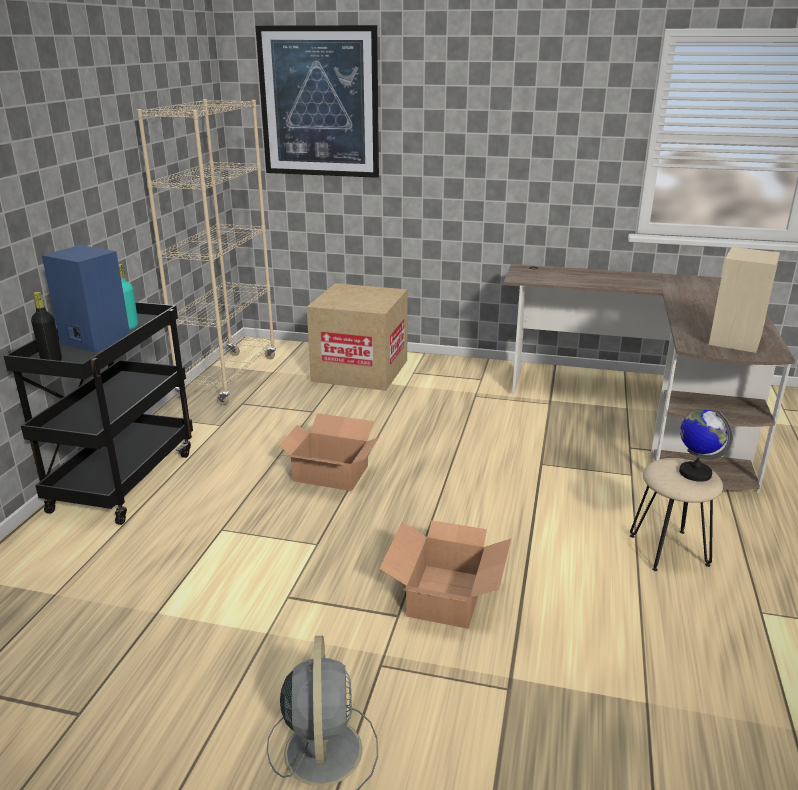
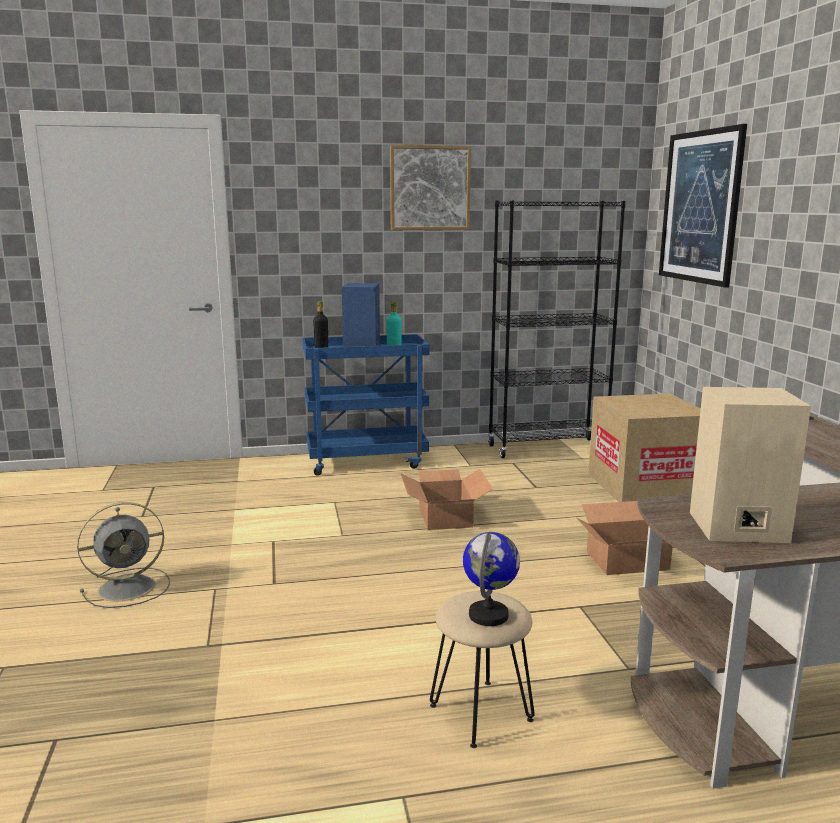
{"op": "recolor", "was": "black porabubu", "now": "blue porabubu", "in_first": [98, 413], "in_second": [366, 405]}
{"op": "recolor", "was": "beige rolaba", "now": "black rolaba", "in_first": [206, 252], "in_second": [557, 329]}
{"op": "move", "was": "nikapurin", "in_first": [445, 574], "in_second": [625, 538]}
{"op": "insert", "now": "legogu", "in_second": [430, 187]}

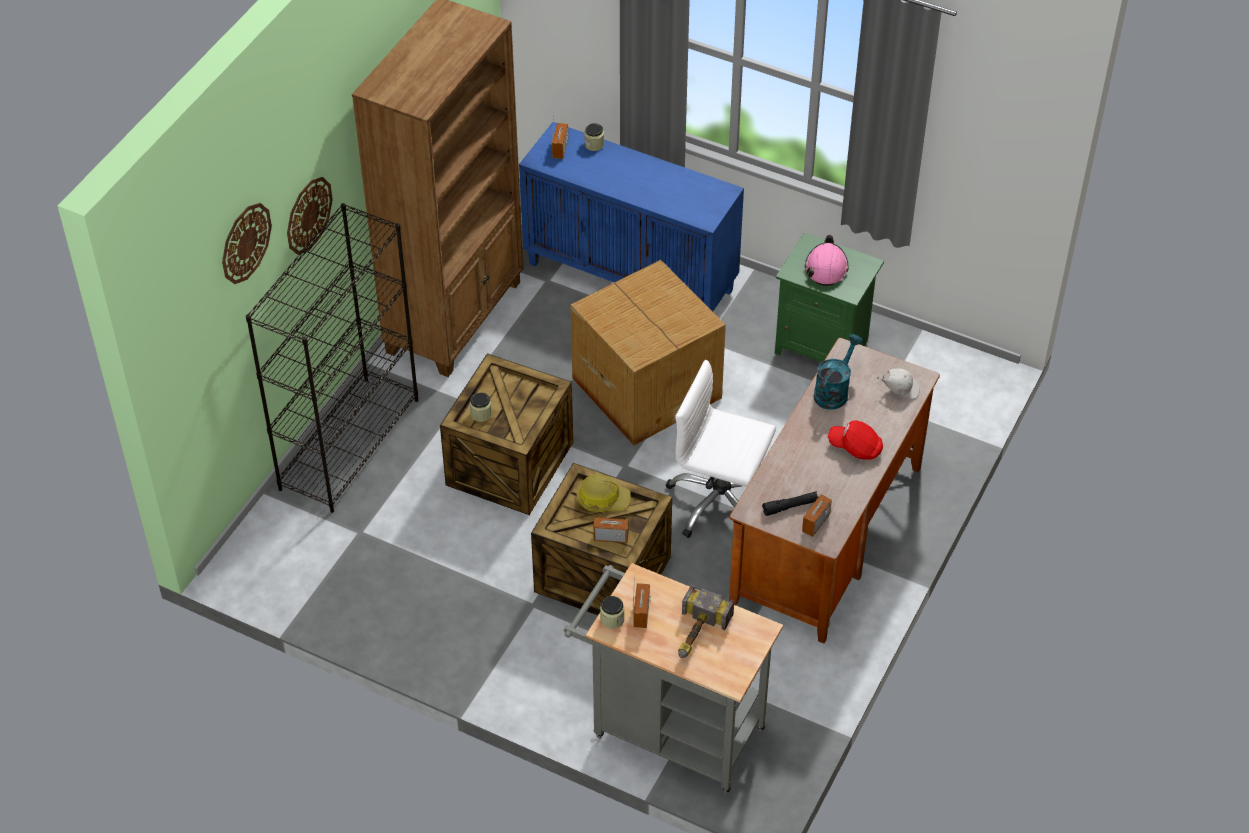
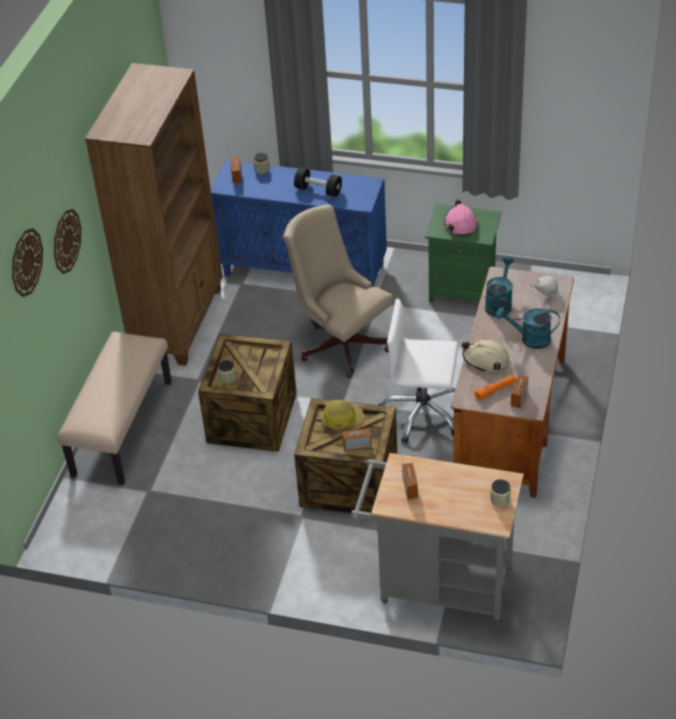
{"op": "replace", "was": "black rolaba", "now": "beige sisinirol", "in_first": [332, 358], "in_second": [115, 408]}
{"op": "replace", "was": "nikapurin", "now": "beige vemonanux", "in_first": [648, 352], "in_second": [338, 291]}
{"op": "move", "was": "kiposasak", "in_first": [612, 612], "in_second": [501, 493]}
{"op": "delete", "was": "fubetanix", "in_first": [706, 621]}
{"op": "recolor", "was": "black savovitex", "now": "orange savovitex", "in_first": [790, 503], "in_second": [495, 387]}
{"op": "replace", "was": "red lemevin", "now": "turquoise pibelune", "in_first": [855, 440], "in_second": [528, 328]}
{"op": "insert", "now": "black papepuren", "in_second": [318, 182]}
{"op": "insert", "now": "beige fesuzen", "in_second": [486, 356]}

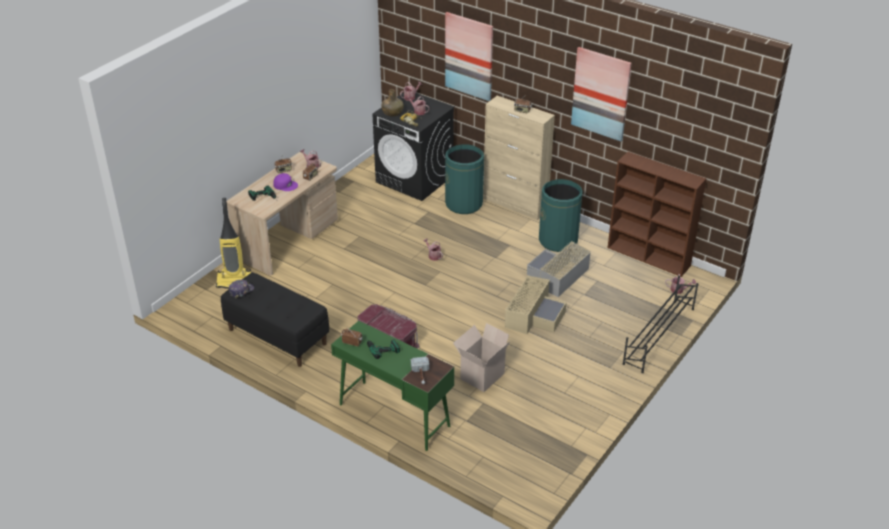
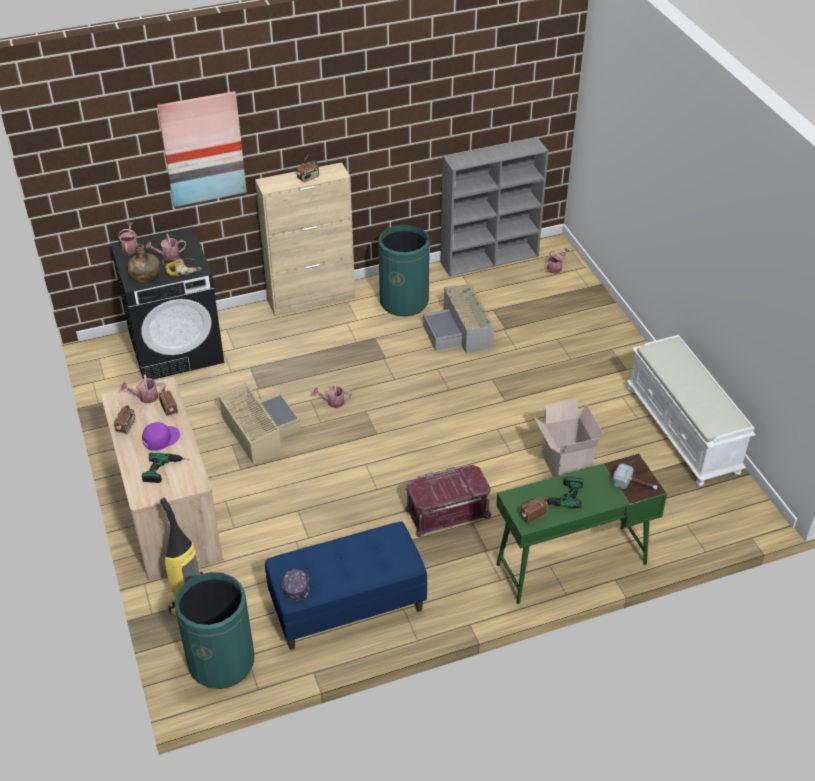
{"op": "recolor", "was": "black sisinirol", "now": "blue sisinirol", "in_first": [275, 319], "in_second": [346, 586]}
{"op": "move", "was": "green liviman", "in_first": [464, 179], "in_second": [214, 630]}
{"op": "move", "was": "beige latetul", "in_first": [536, 304], "in_second": [259, 423]}
{"op": "delete", "was": "legogu", "in_first": [601, 94]}
{"op": "recolor", "was": "brown rolaba", "now": "grey rolaba", "in_first": [657, 214], "in_second": [494, 207]}
{"op": "delete", "was": "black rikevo", "in_first": [660, 324]}
{"op": "insert", "now": "white sisinirol", "in_second": [691, 410]}

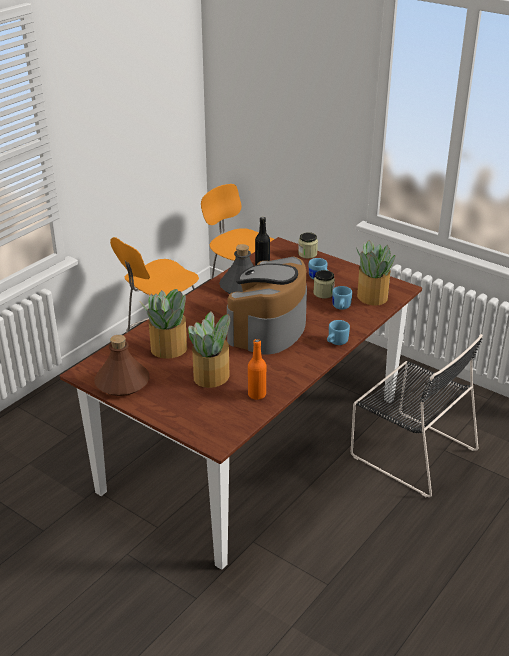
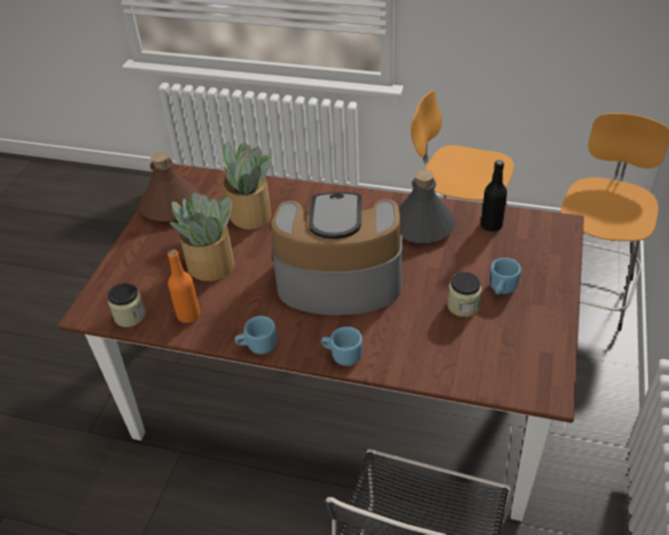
{"op": "move", "was": "kiposasak", "in_first": [308, 245], "in_second": [127, 305]}
{"op": "move", "was": "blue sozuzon", "in_first": [342, 298], "in_second": [256, 335]}
{"op": "delete", "was": "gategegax", "in_first": [376, 273]}

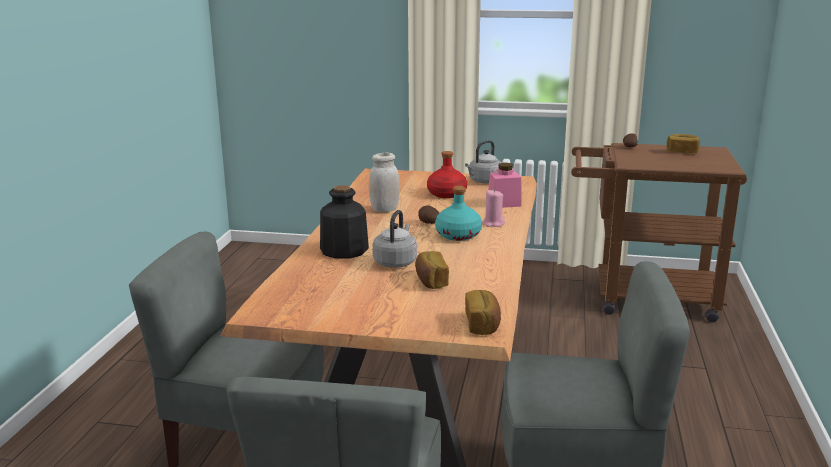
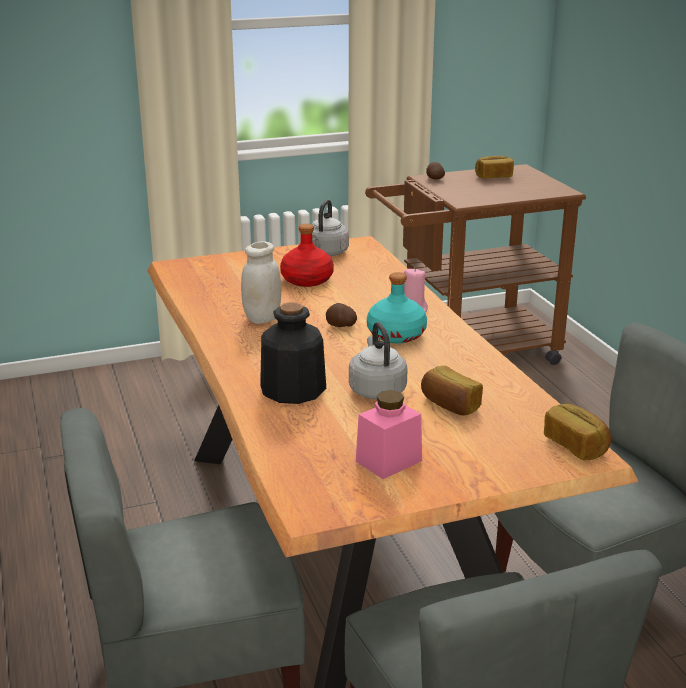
{"op": "move", "was": "pink kiposasak", "in_first": [504, 185], "in_second": [389, 434]}

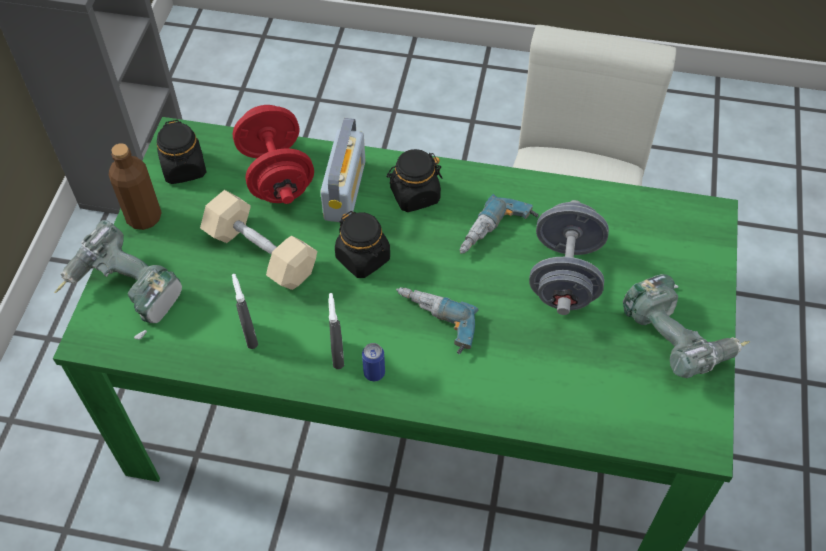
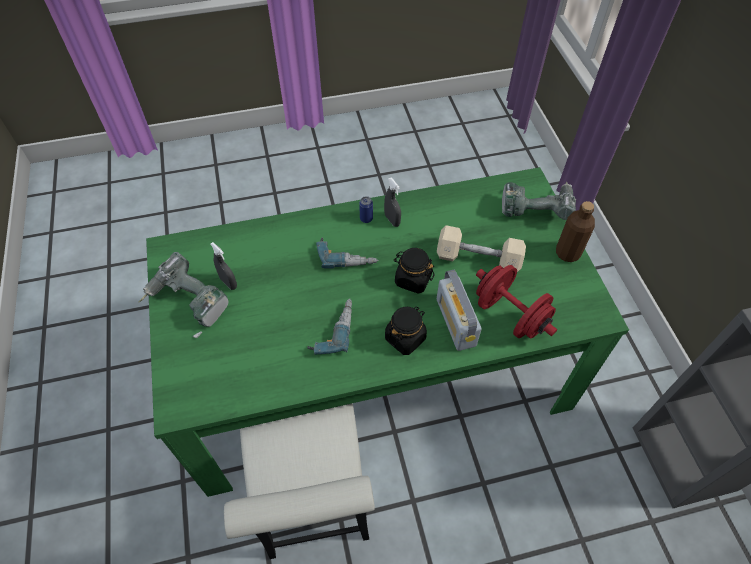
{"op": "delete", "was": "black kiposasak", "in_first": [182, 152]}
{"op": "move", "was": "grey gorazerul", "in_first": [245, 311], "in_second": [224, 266]}
{"op": "delete", "was": "grey papepuren", "in_first": [569, 257]}

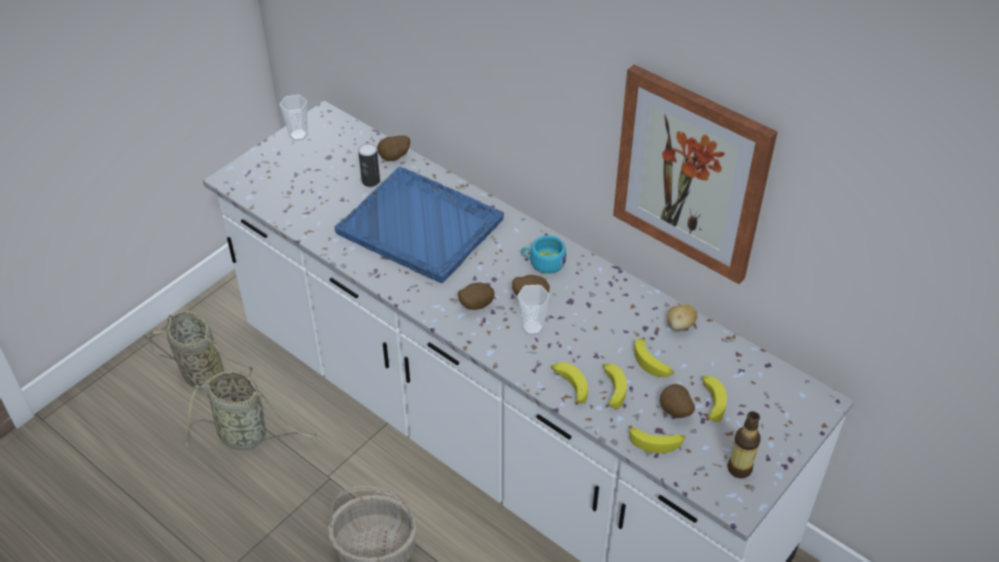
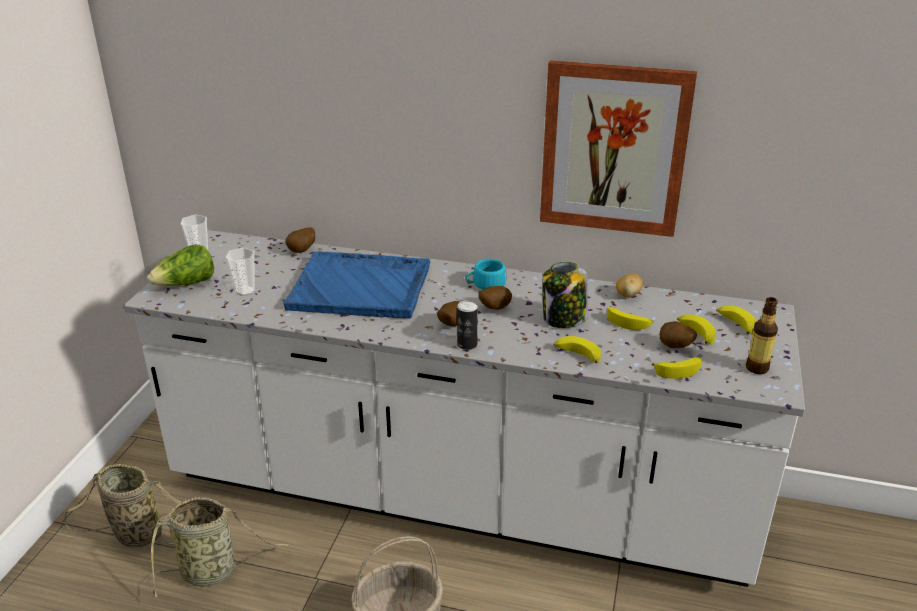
{"op": "move", "was": "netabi", "in_first": [369, 165], "in_second": [467, 325]}
{"op": "move", "was": "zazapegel", "in_first": [533, 310], "in_second": [240, 272]}
{"op": "move", "was": "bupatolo", "in_first": [615, 386], "in_second": [736, 320]}
{"op": "insert", "now": "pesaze", "in_second": [180, 265]}
{"op": "insert", "now": "kiposasak", "in_second": [565, 295]}

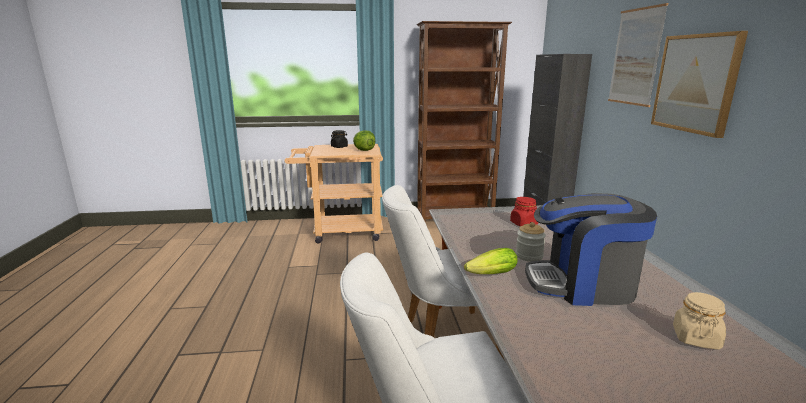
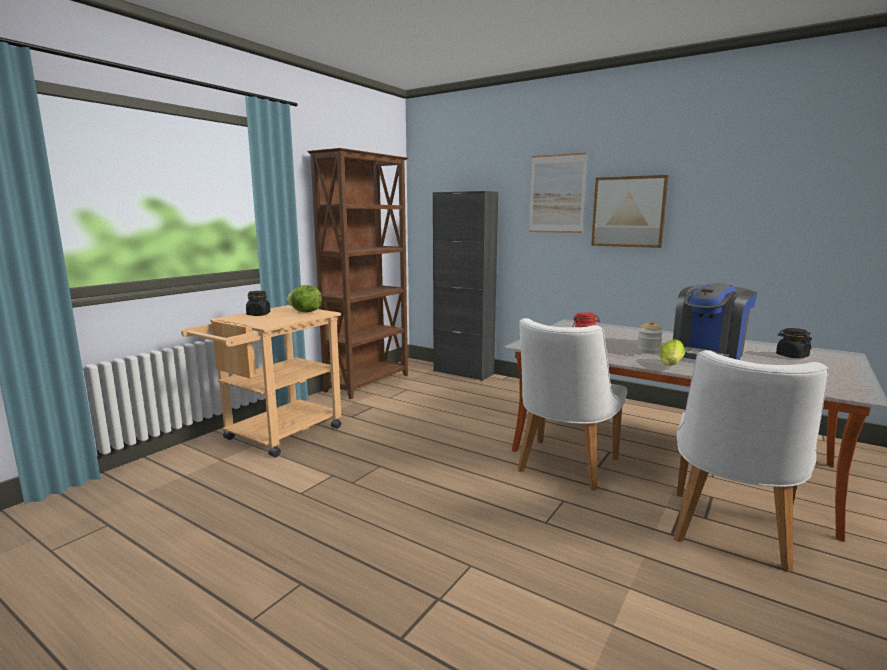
{"op": "recolor", "was": "beige kiposasak", "now": "black kiposasak", "in_first": [699, 321], "in_second": [794, 343]}

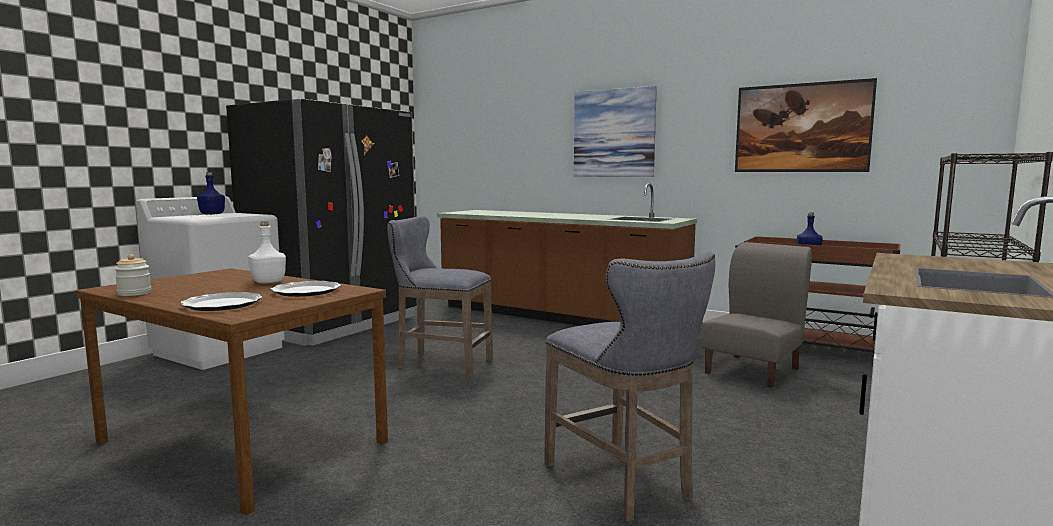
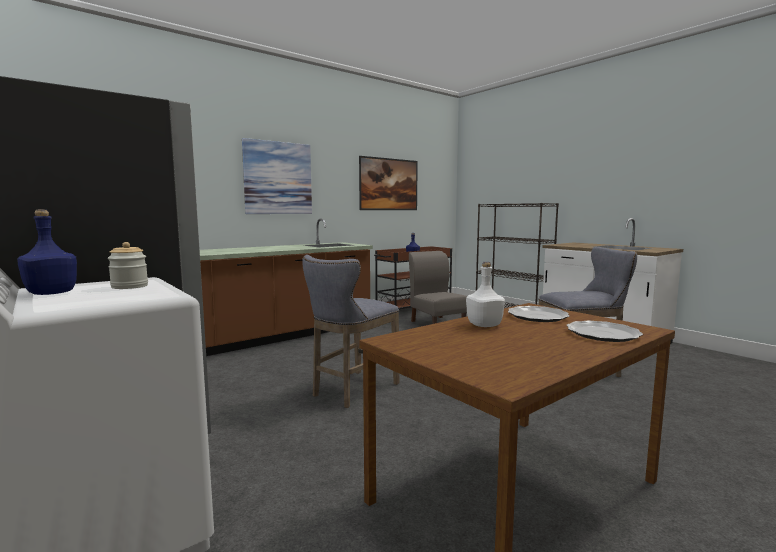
{"op": "move", "was": "kiposasak", "in_first": [133, 275], "in_second": [128, 265]}

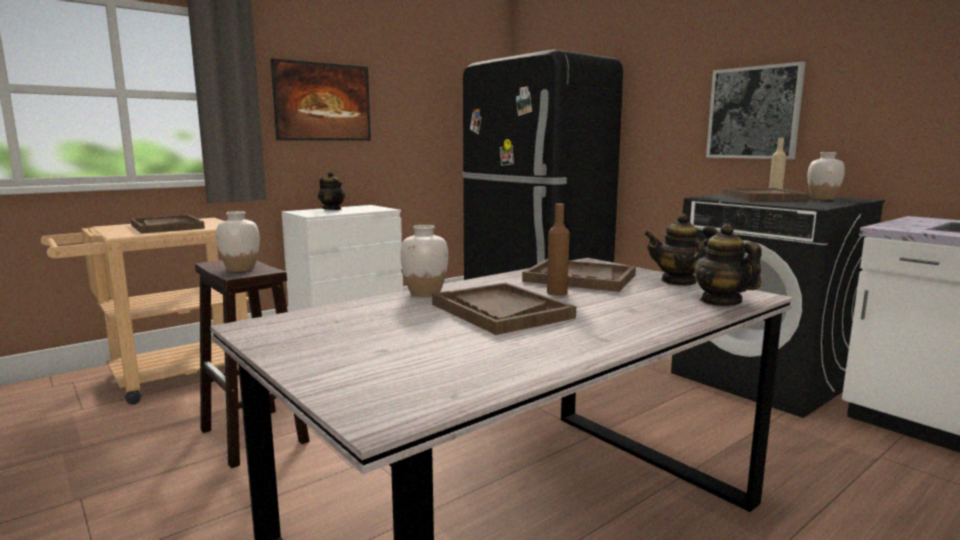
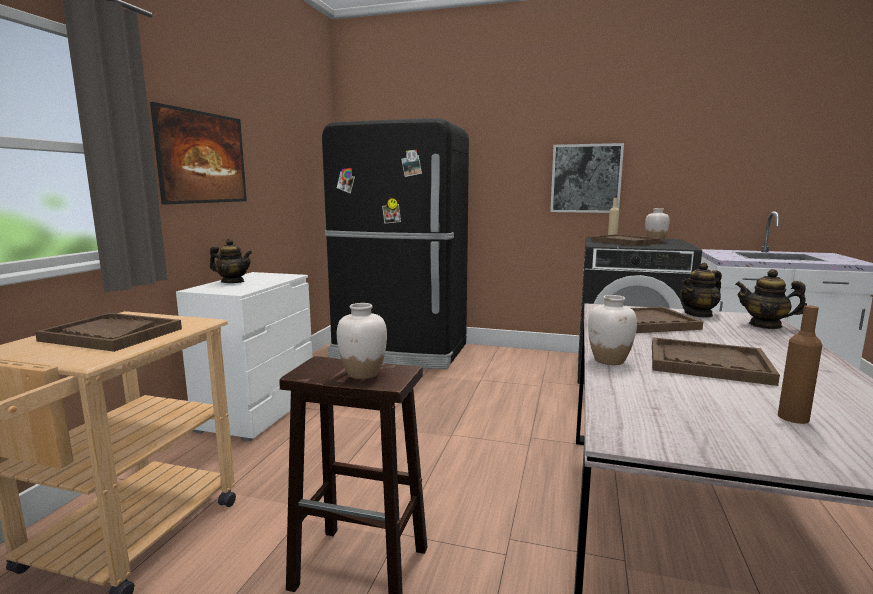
{"op": "move", "was": "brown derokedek", "in_first": [558, 250], "in_second": [800, 364]}

